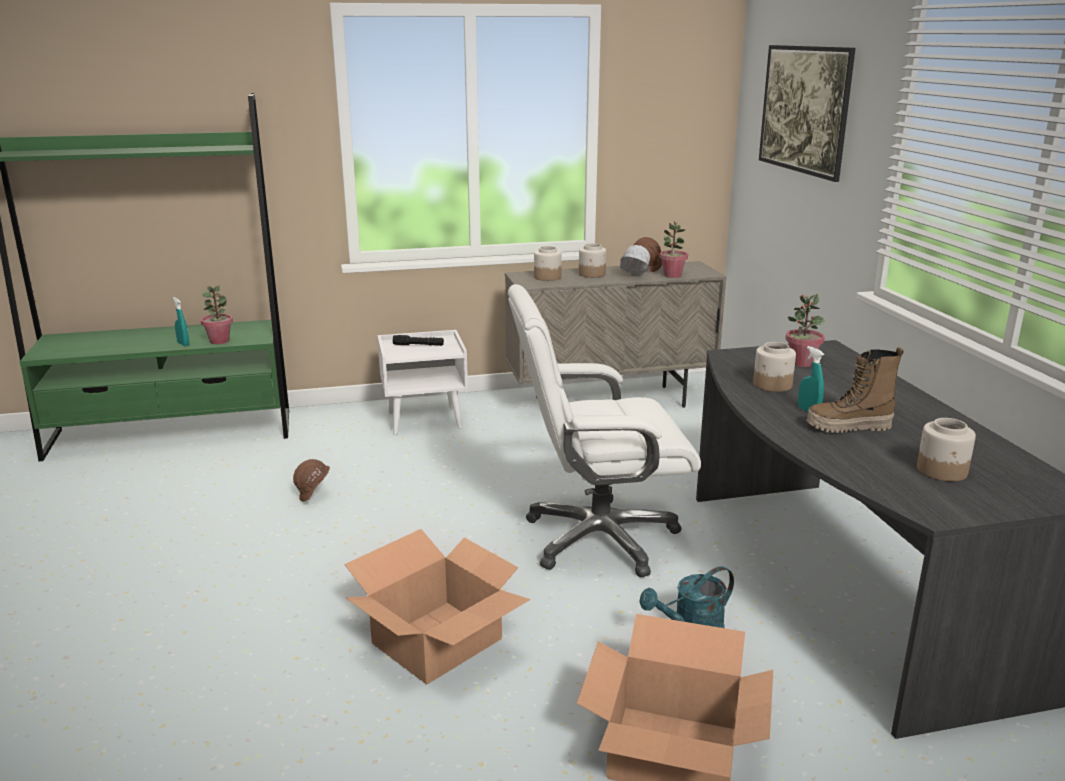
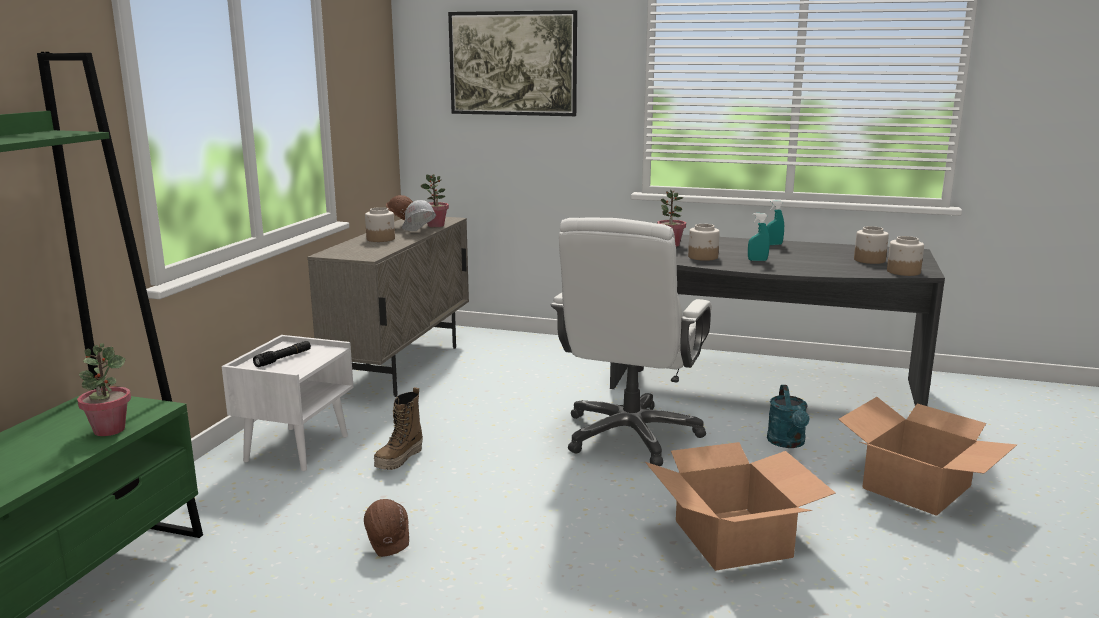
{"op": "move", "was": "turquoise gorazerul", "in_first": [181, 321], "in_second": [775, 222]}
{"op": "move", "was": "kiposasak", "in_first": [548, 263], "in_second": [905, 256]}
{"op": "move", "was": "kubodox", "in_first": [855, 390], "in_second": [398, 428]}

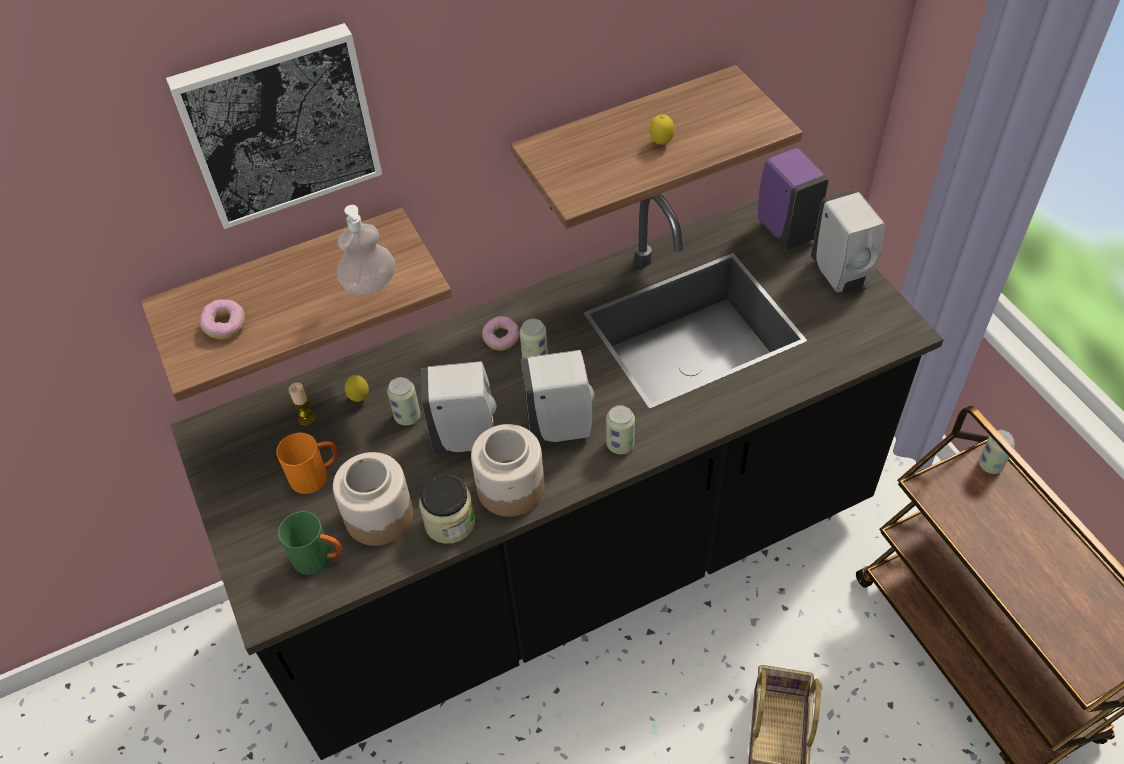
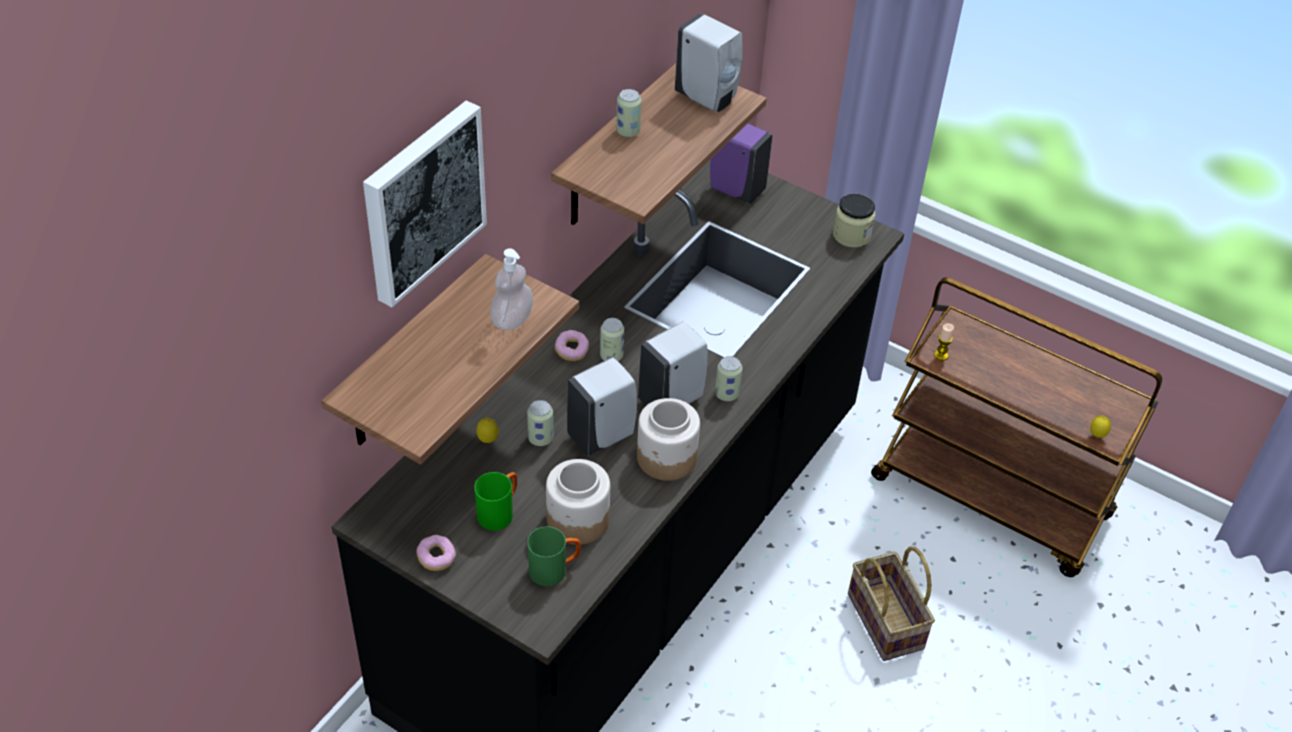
{"op": "move", "was": "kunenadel", "in_first": [222, 319], "in_second": [436, 553]}
{"op": "recolor", "was": "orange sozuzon", "now": "green sozuzon", "in_first": [307, 463], "in_second": [495, 501]}
{"op": "move", "was": "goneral", "in_first": [302, 404], "in_second": [944, 342]}
{"op": "move", "was": "kiposasak", "in_first": [447, 509], "in_second": [854, 221]}
{"op": "move", "was": "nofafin", "in_first": [661, 129], "in_second": [1100, 426]}
{"op": "move", "was": "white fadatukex", "in_first": [848, 241], "in_second": [708, 62]}
{"op": "move", "was": "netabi", "in_first": [997, 452], "in_second": [629, 113]}

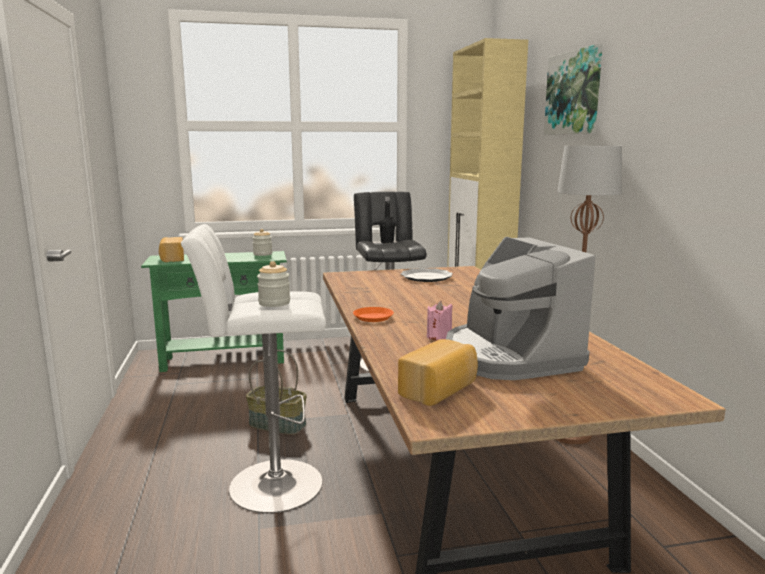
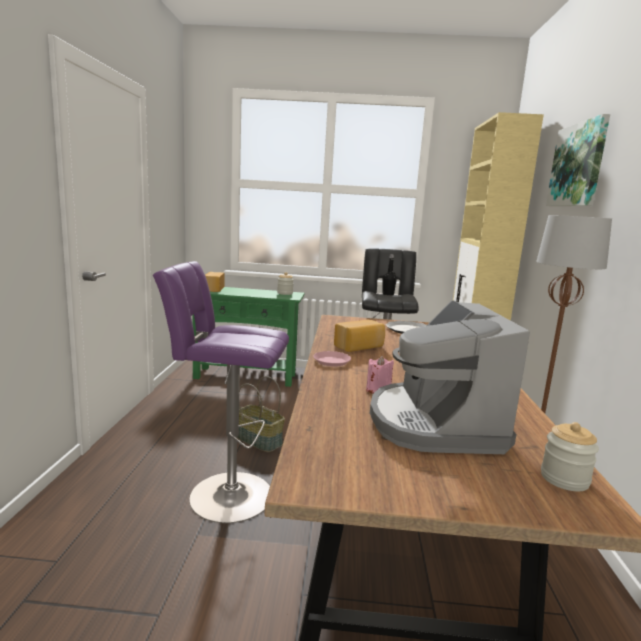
{"op": "recolor", "was": "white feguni", "now": "purple feguni", "in_first": [253, 368], "in_second": [221, 392]}
{"op": "move", "was": "kiposasak", "in_first": [273, 284], "in_second": [570, 456]}
{"op": "recolor", "was": "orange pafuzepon", "now": "pink pafuzepon", "in_first": [373, 314], "in_second": [332, 359]}
{"op": "move", "was": "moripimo", "in_first": [438, 372], "in_second": [359, 336]}

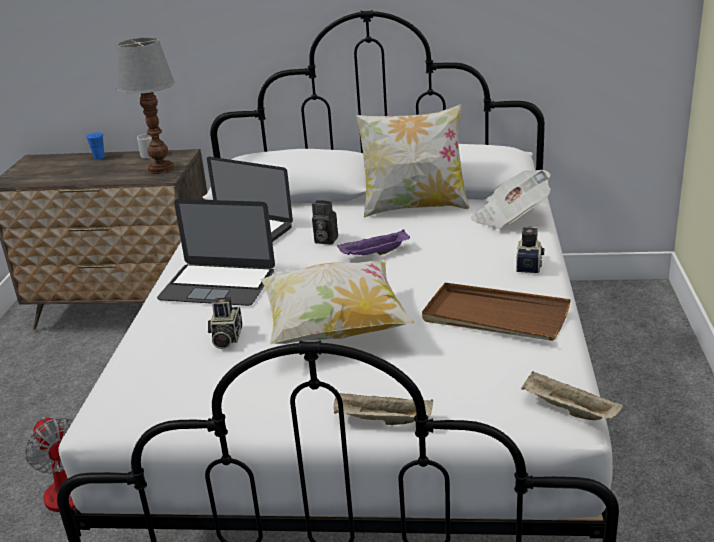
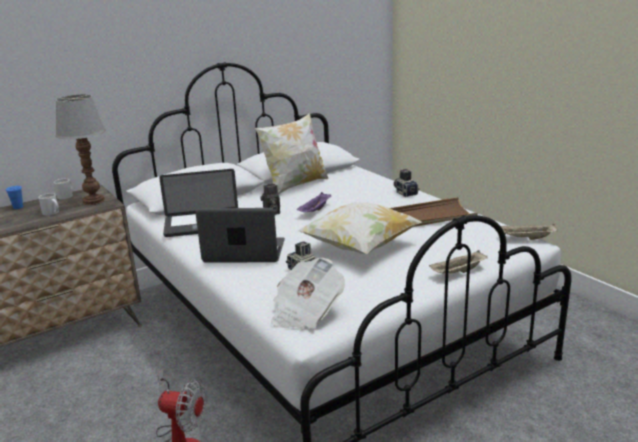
{"op": "rotate", "was": "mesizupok", "in_first": [216, 252], "in_second": [240, 235], "clockwise": -150}
{"op": "move", "was": "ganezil", "in_first": [511, 199], "in_second": [308, 293]}
{"op": "insert", "now": "white sozuzon", "in_second": [48, 204]}

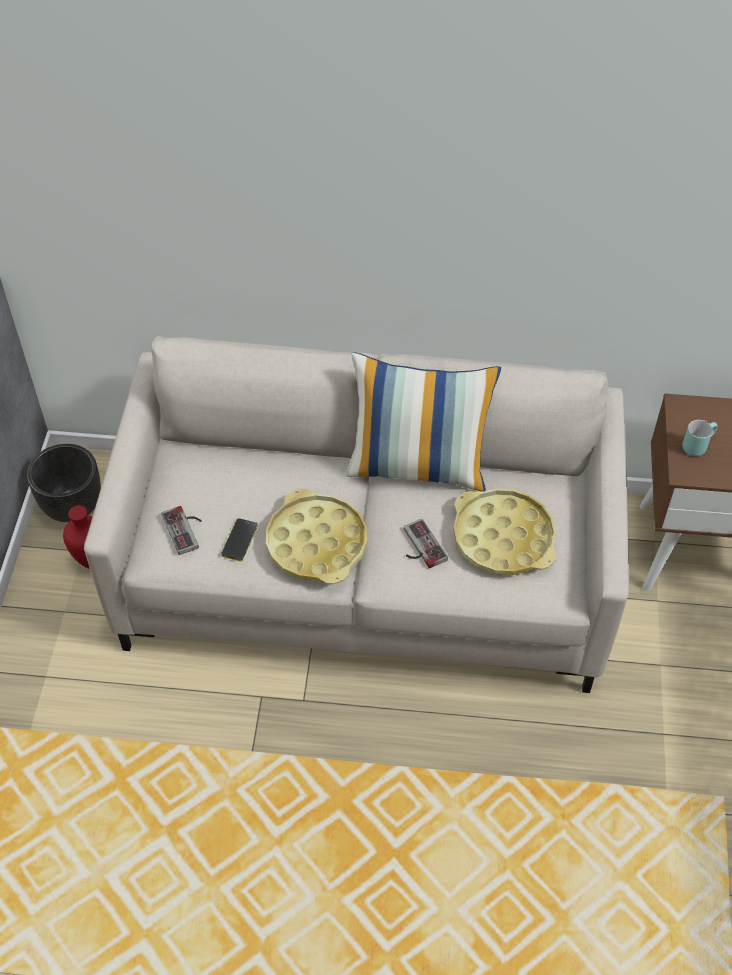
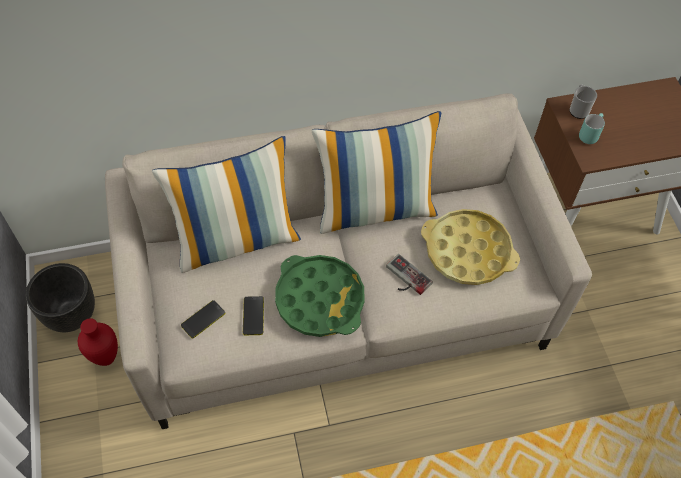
{"op": "replace", "was": "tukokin", "now": "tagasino", "in_first": [181, 530], "in_second": [203, 319]}
{"op": "recolor", "was": "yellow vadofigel", "now": "green vadofigel", "in_first": [316, 536], "in_second": [320, 296]}
{"op": "insert", "now": "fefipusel", "in_second": [226, 204]}
{"op": "insert", "now": "sozuzon", "in_second": [583, 101]}

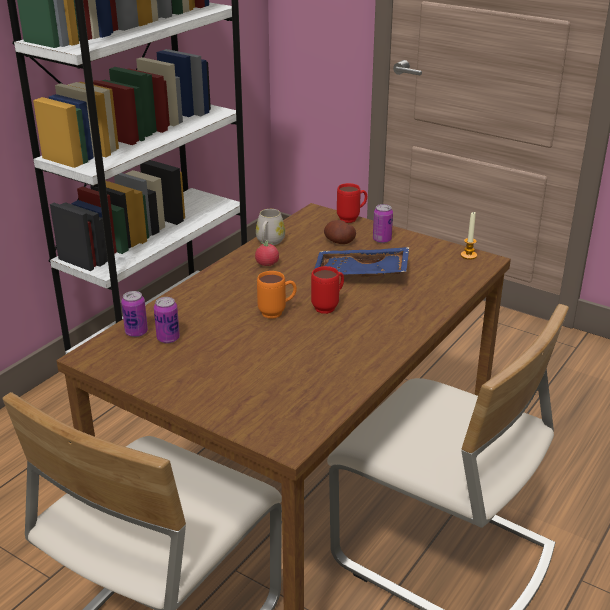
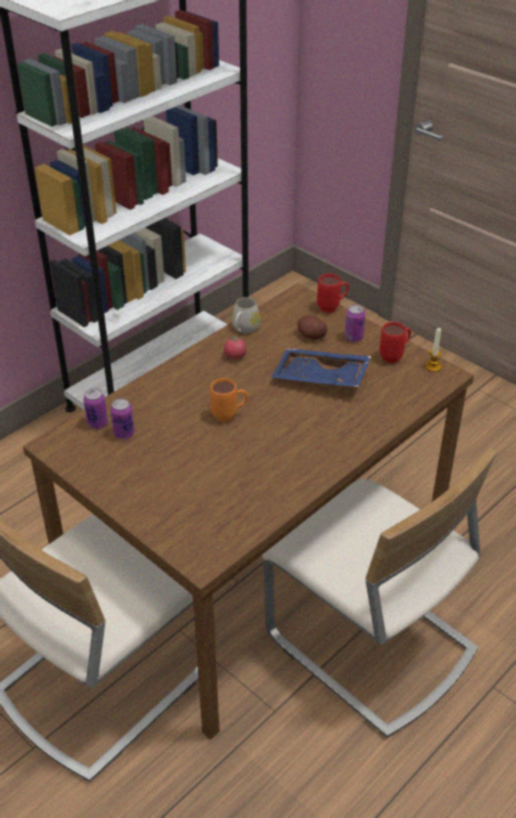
{"op": "move", "was": "red sozuzon", "in_first": [327, 290], "in_second": [395, 342]}

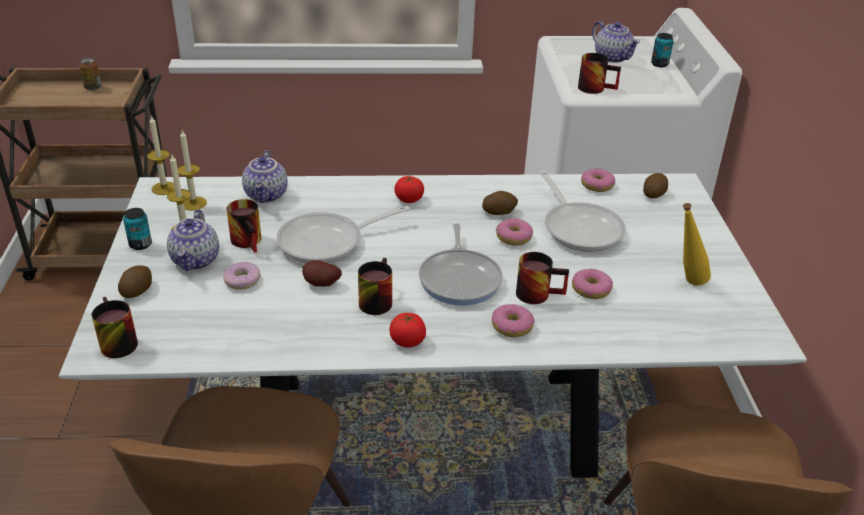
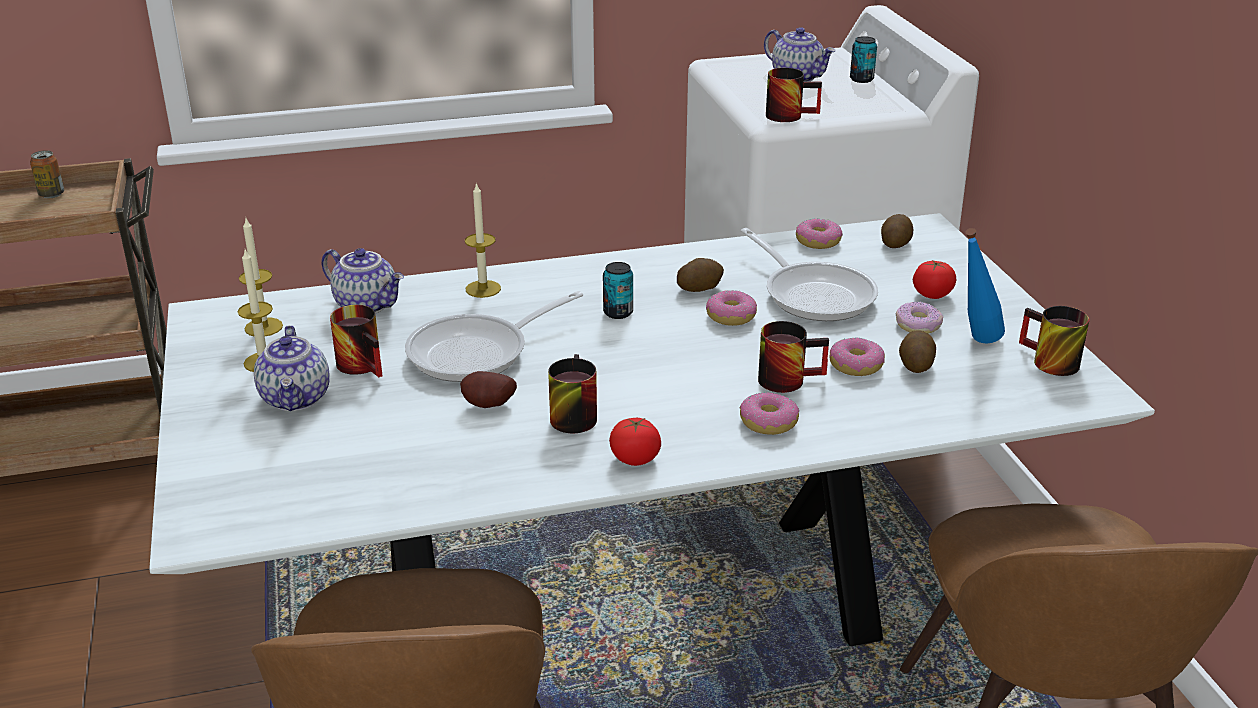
{"op": "move", "was": "sozuzon", "in_first": [115, 327], "in_second": [1054, 341]}
{"op": "move", "was": "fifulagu", "in_first": [135, 281], "in_second": [917, 352]}
{"op": "move", "was": "netabi", "in_first": [137, 229], "in_second": [618, 290]}
{"op": "move", "was": "goneral", "in_first": [161, 155], "in_second": [483, 240]}
{"op": "move", "was": "kunenadel", "in_first": [242, 276], "in_second": [919, 318]}
{"op": "rotate", "was": "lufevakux", "in_first": [265, 176], "in_second": [363, 281], "clockwise": -45}
{"op": "move", "was": "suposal", "in_first": [409, 189], "in_second": [934, 279]}
{"op": "delete", "was": "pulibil", "in_first": [460, 264]}
{"op": "recolor", "was": "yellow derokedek", "now": "blue derokedek", "in_first": [697, 244], "in_second": [985, 286]}

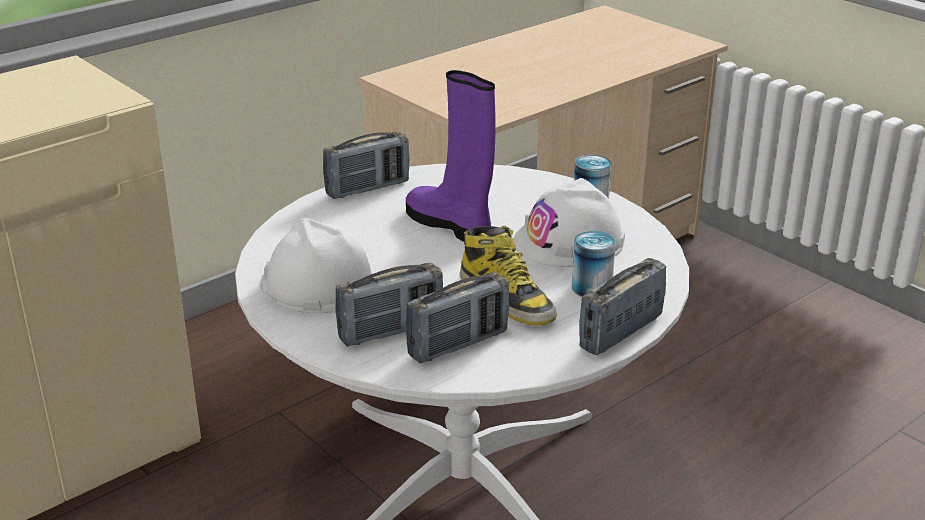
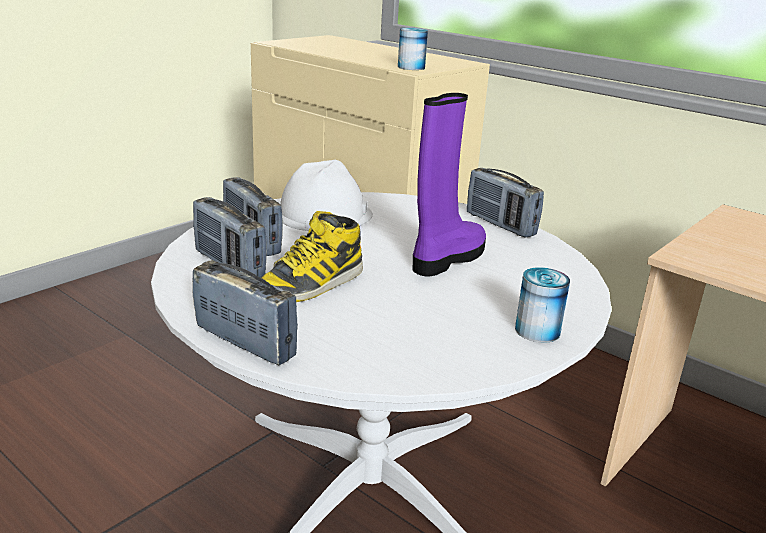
{"op": "delete", "was": "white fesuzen", "in_first": [569, 222]}
{"op": "move", "was": "netabi", "in_first": [594, 264], "in_second": [413, 49]}

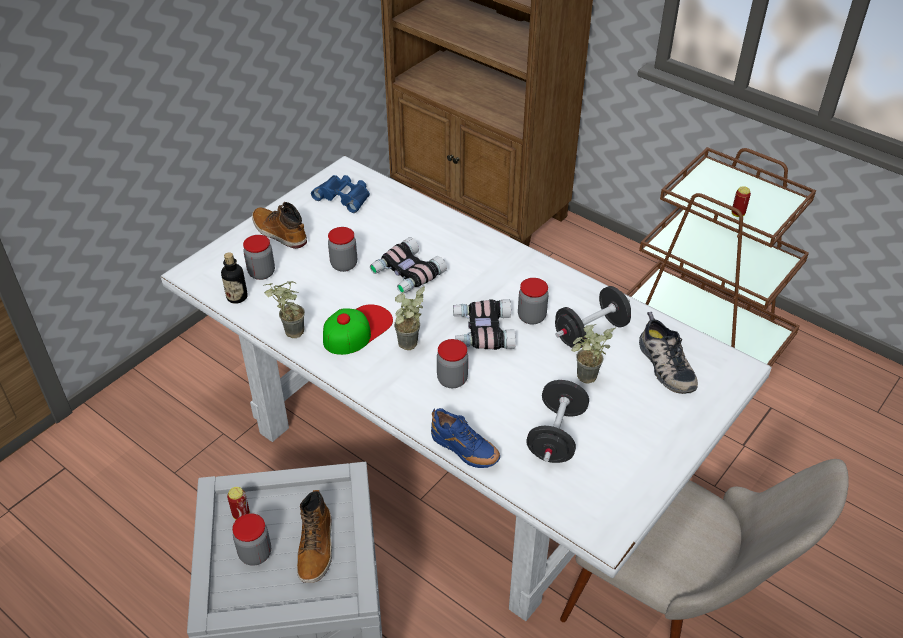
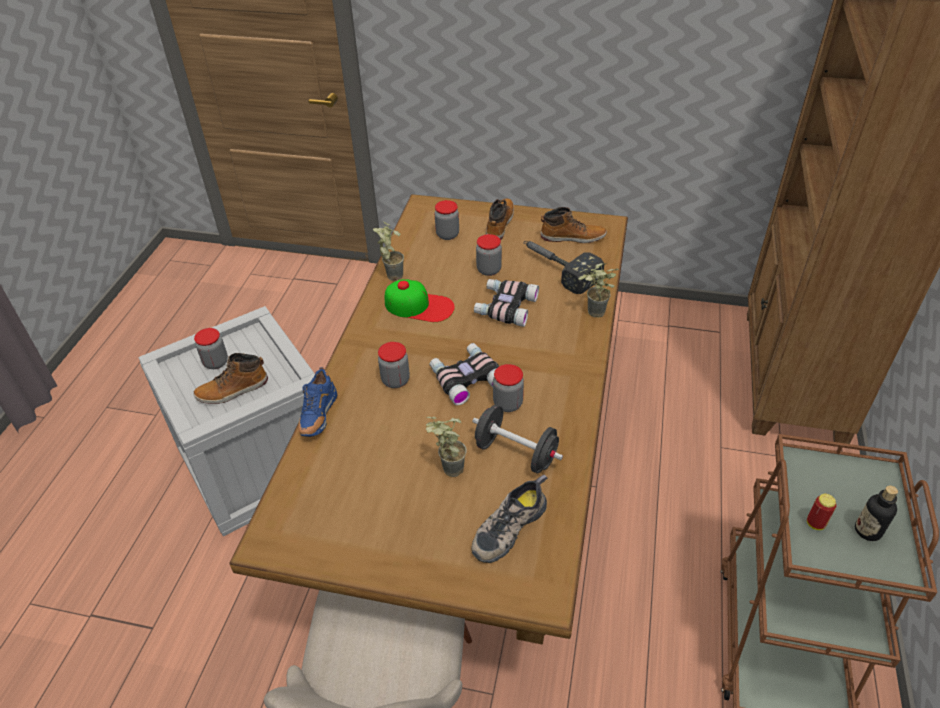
{"op": "recolor", "was": "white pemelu", "now": "brown pemelu", "in_first": [466, 388], "in_second": [428, 419]}
{"op": "move", "was": "derokedek", "in_first": [234, 278], "in_second": [876, 513]}
{"op": "delete", "was": "netabi", "in_first": [238, 503]}
{"op": "replace", "was": "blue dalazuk", "now": "kubodox", "in_first": [340, 194], "in_second": [573, 225]}
{"op": "move", "was": "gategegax", "in_first": [409, 318], "in_second": [598, 290]}
{"op": "delete", "was": "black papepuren", "in_first": [557, 421]}
{"op": "insert", "now": "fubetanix", "in_second": [564, 267]}

